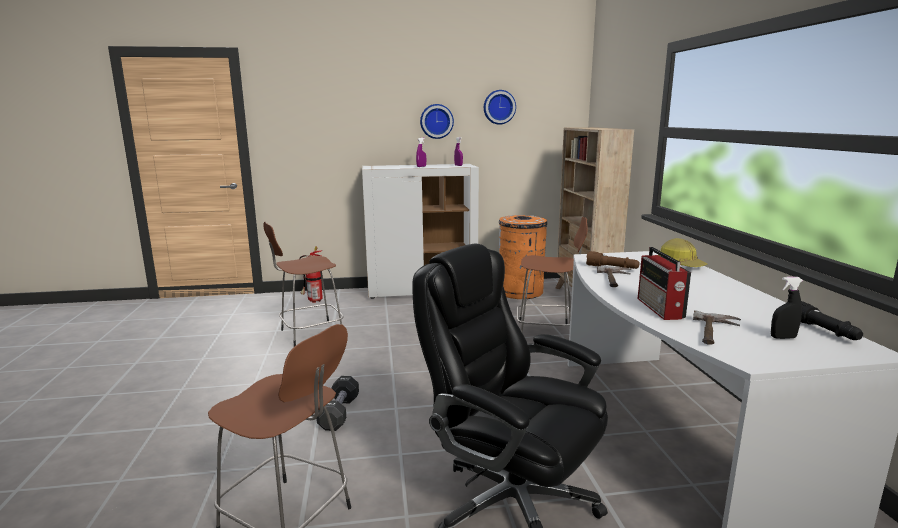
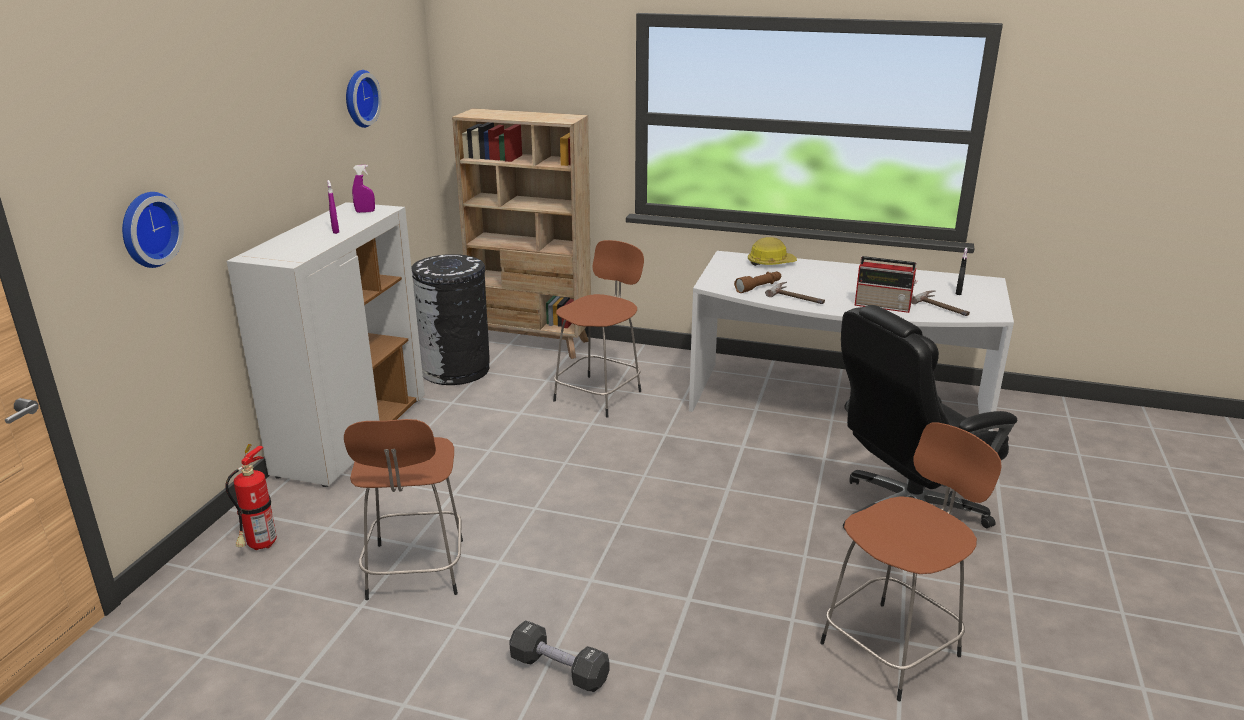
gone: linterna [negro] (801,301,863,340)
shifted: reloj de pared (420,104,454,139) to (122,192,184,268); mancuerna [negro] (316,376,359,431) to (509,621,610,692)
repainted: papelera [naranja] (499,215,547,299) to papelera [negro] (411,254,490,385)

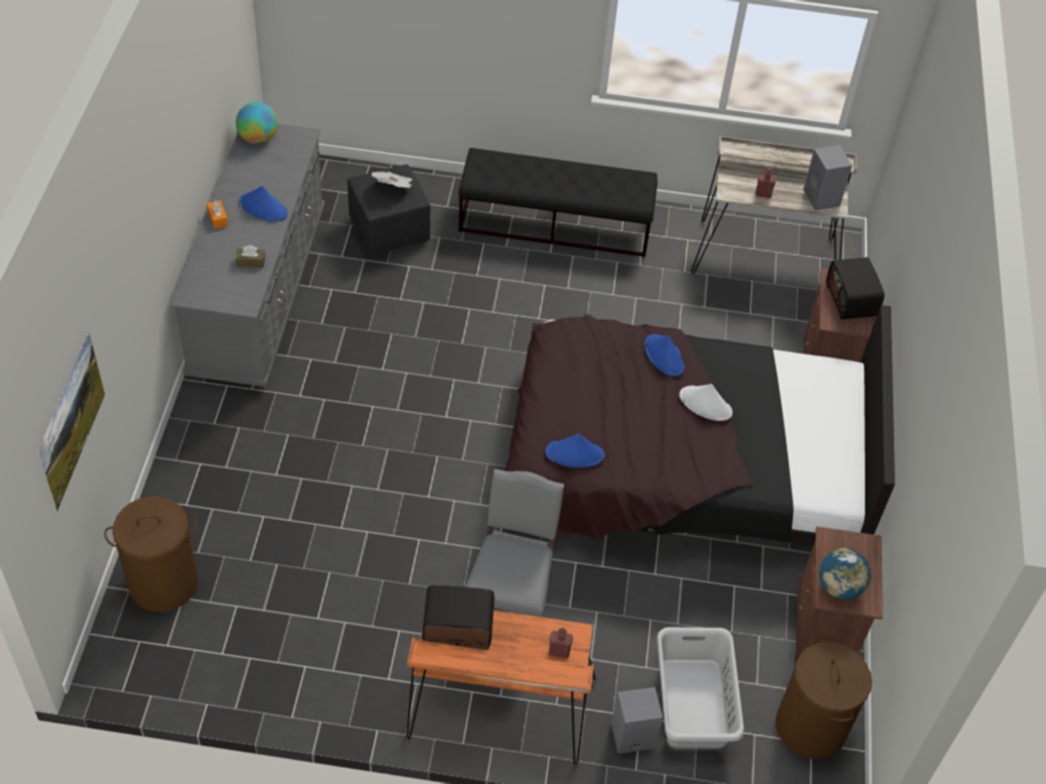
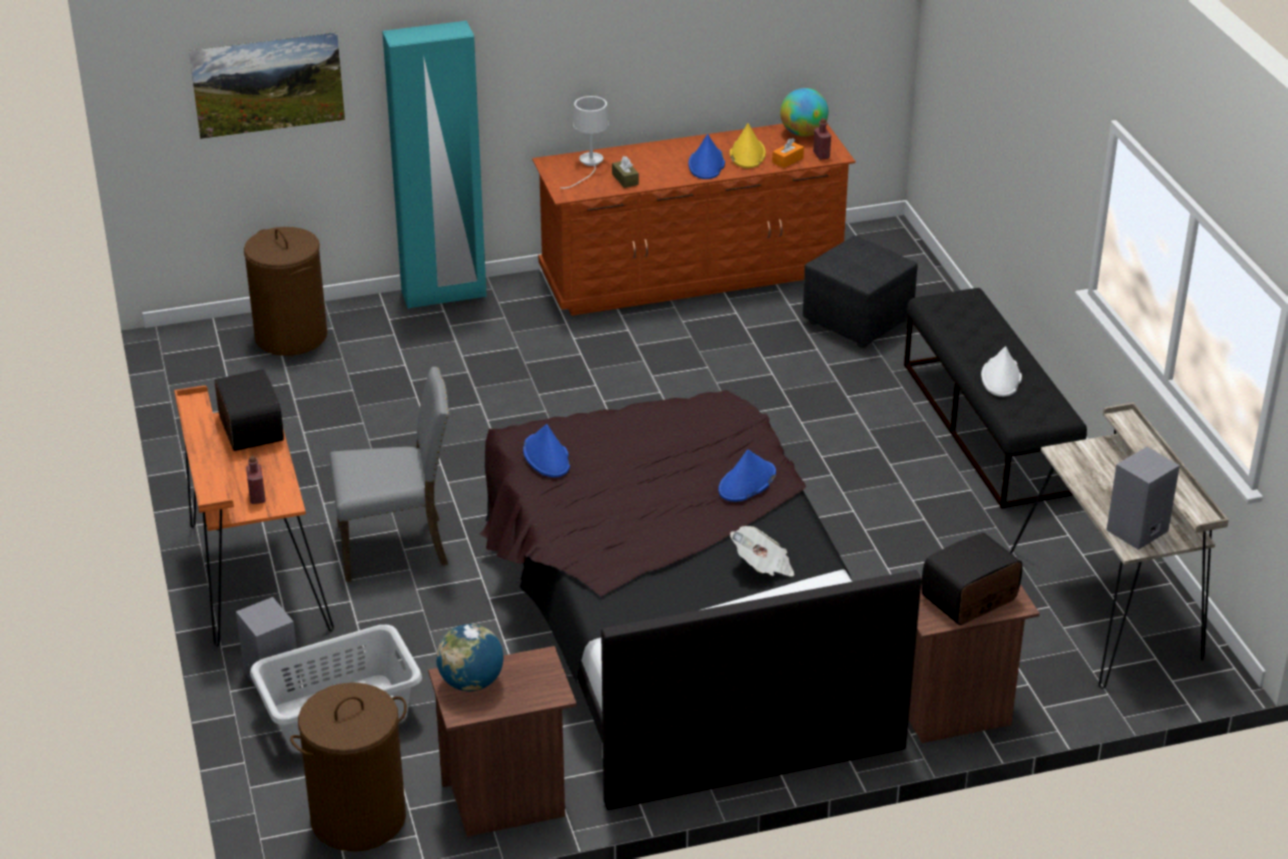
new: armario ropero [turquesa] (382,21,487,309); lámpara de mesa [blanco] (561,96,609,189); sombrero [amarillo] (730,123,766,168)
shifted: periódico (372,172,413,188) to (730,526,795,576); caja de pañuelos [naranja] (207,200,228,229) to (772,138,804,168); botella [rojo] (756,168,776,198) to (813,118,831,160); sombrero [blanco] (679,384,733,421) to (981,346,1022,397)
repainted: cómoda [gris] (171,124,325,387) to cómoda [marrón] (532,124,856,316)

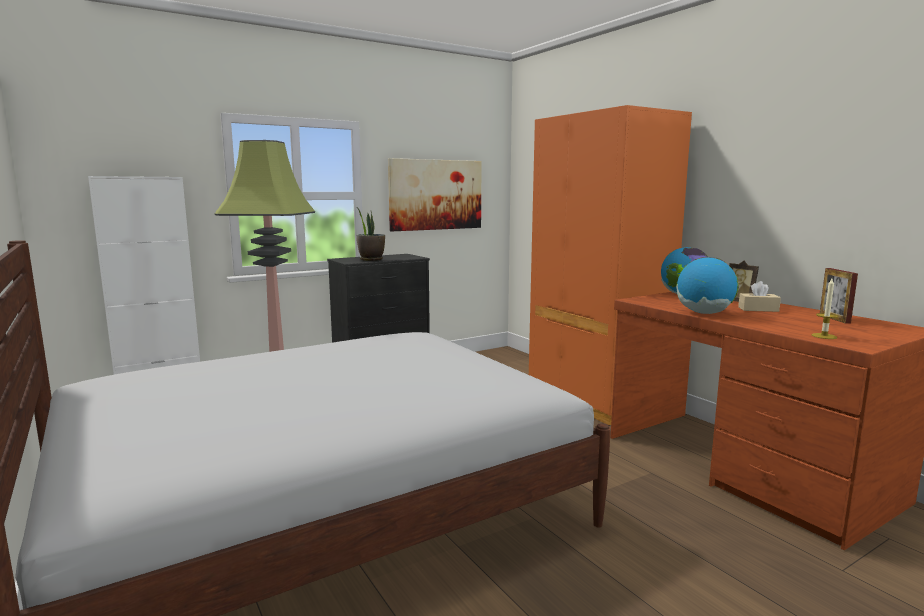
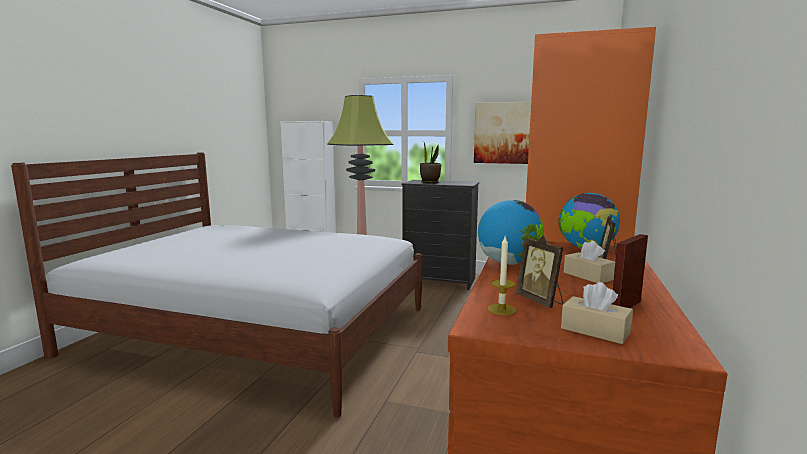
new: portarretratos (516,235,563,308); caja de pañuelos [beis] (561,282,633,344)

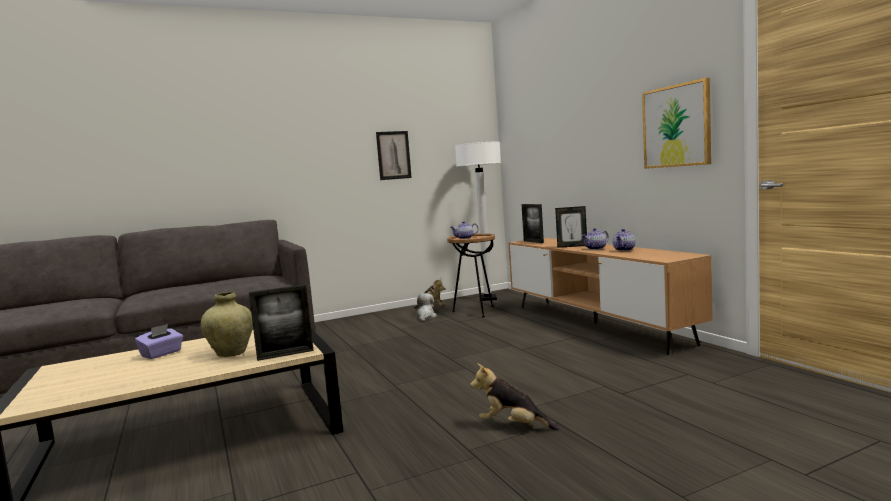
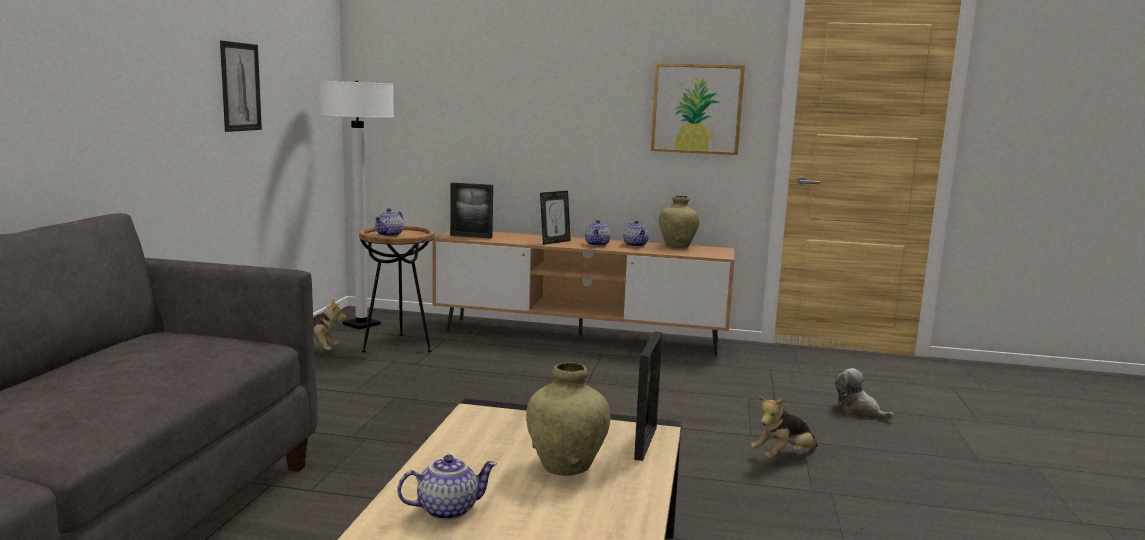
new: florero [beis] (659,196,699,248)
shifted: peluche (414,293,437,322) to (833,368,894,421)
swapped: caja de pañuelos [morado] (135,324,183,359) to tetera (397,455,497,520)

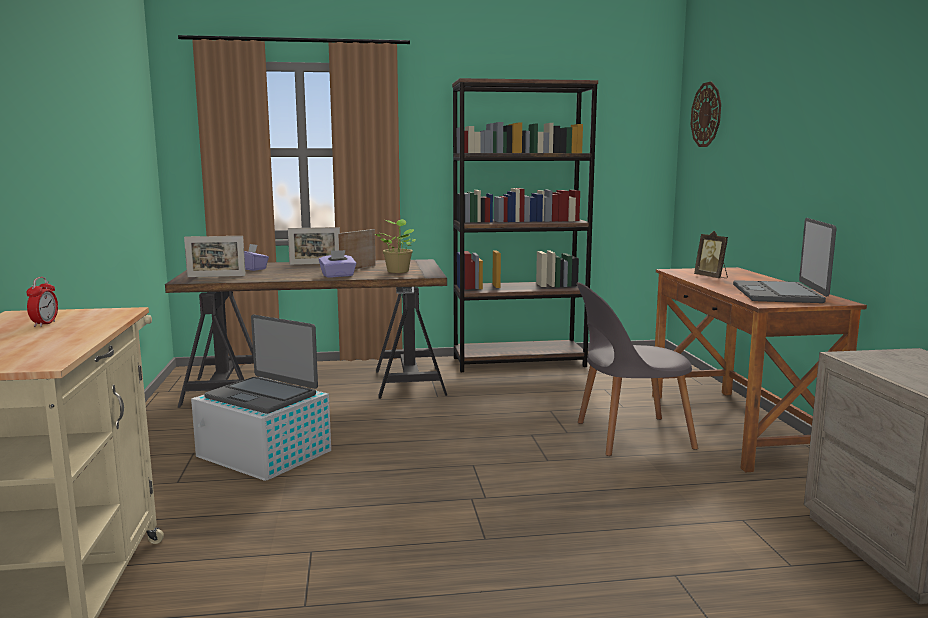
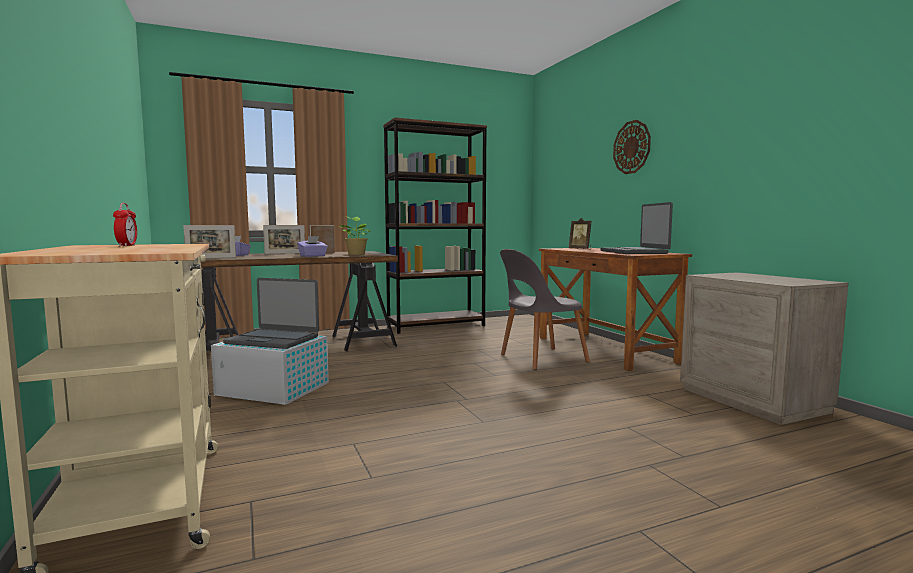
shifted: reloj de pared (691,82,721,147) to (613,120,651,174)

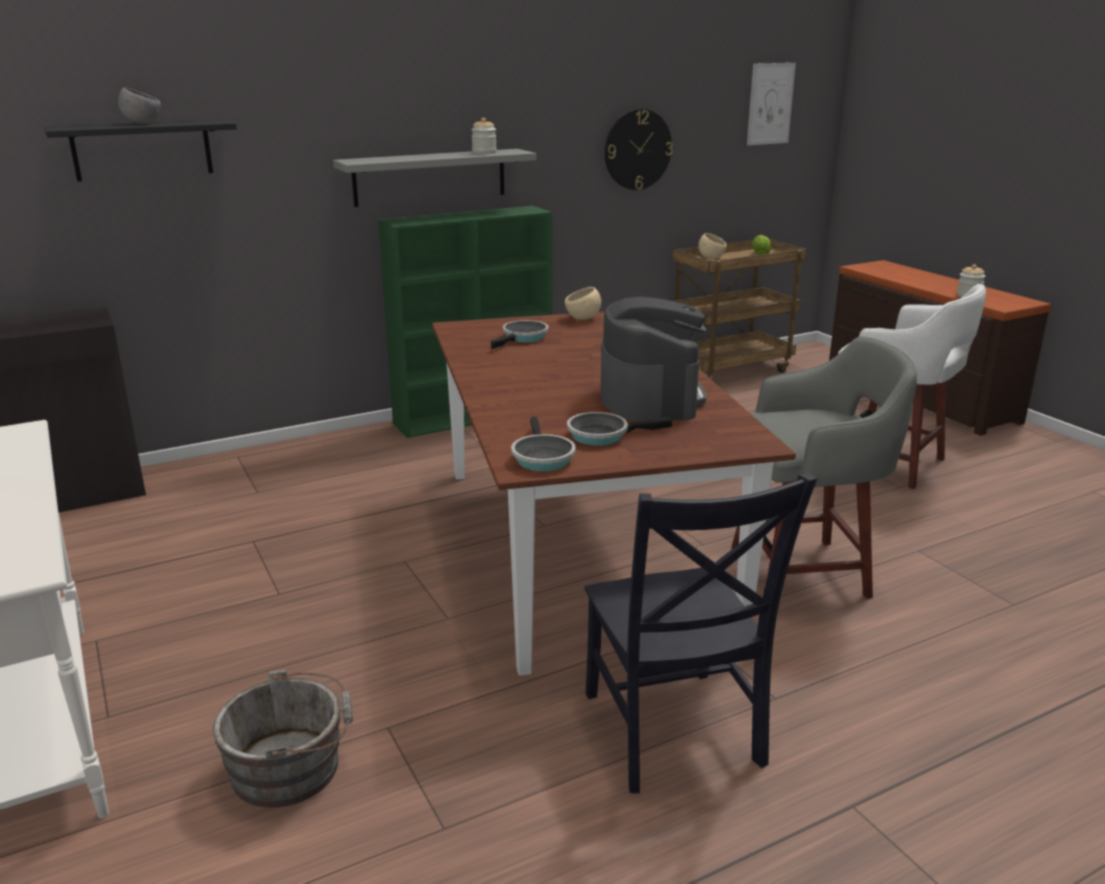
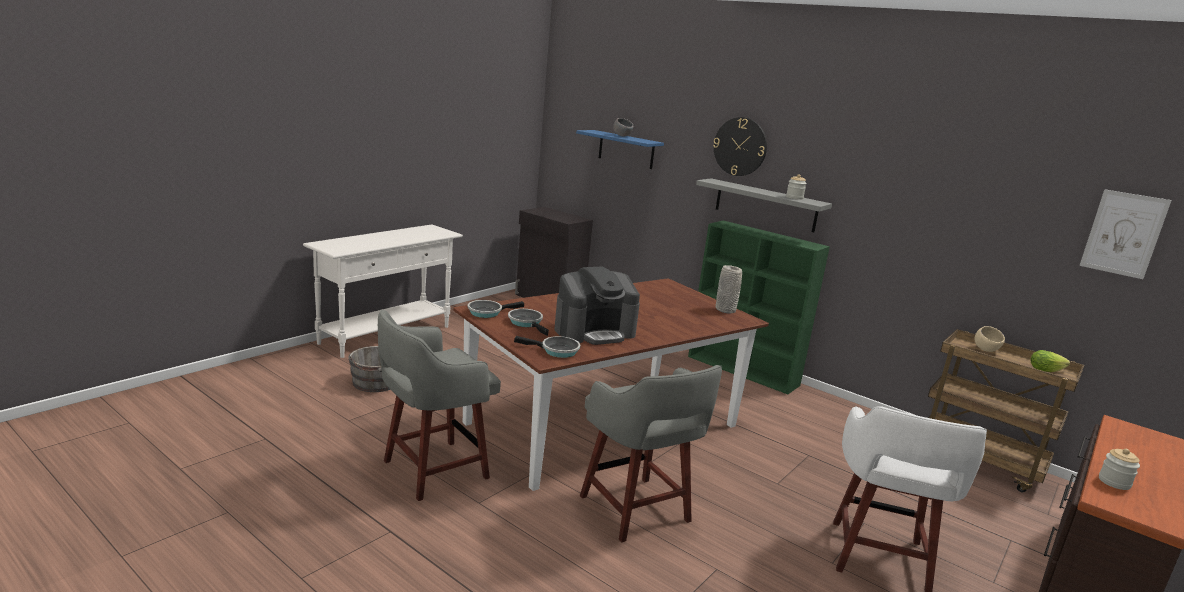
shifted: sartén (491,320,549,349) to (514,336,580,358); reloj de pared (605,109,673,190) to (713,117,767,176)
swapped: silla [negro] (585,473,817,793) to taburete [gris] (378,310,501,501); cuenco [beis] (565,287,601,320) to florero [gris] (716,265,742,314)
repainted: estante [negro] (44,119,237,182) to estante [azul] (576,130,664,169)

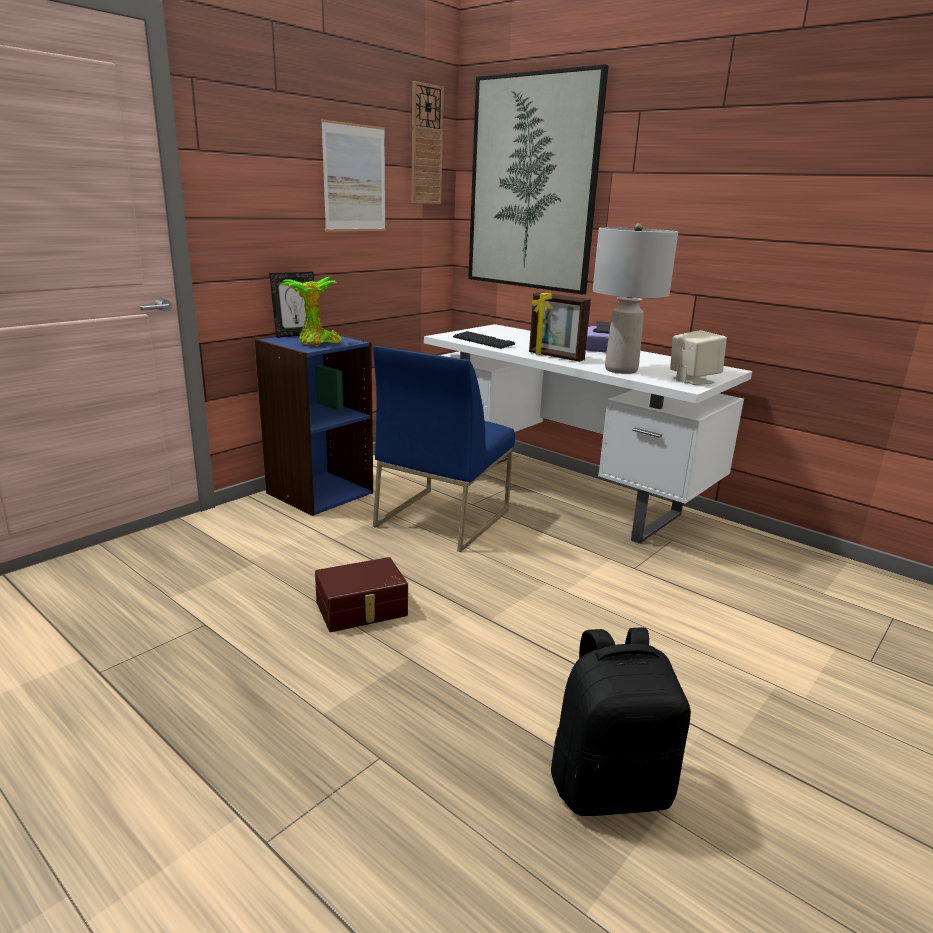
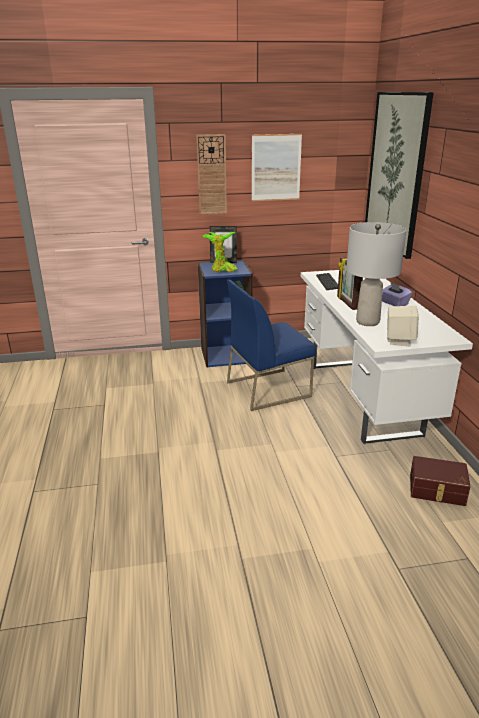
gone: mochila [negro] (551,627,691,816)
shifted: reloj de pared (412,81,444,204) to (196,134,227,214); caja de almacenaje [marrón] (315,557,408,632) to (410,456,471,506)

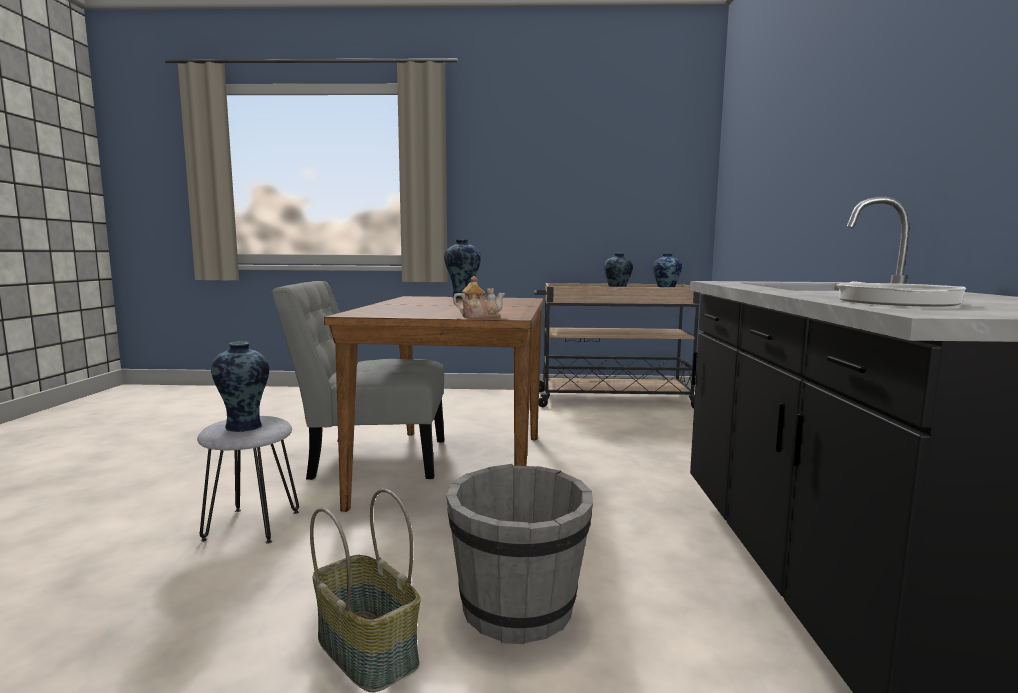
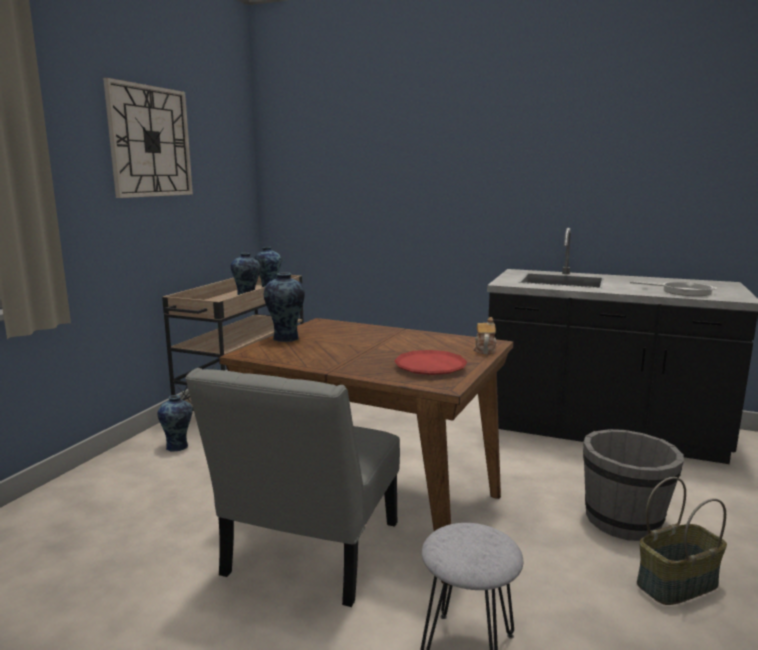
new: reloj de pared (103,78,193,198); plato [rojo] (394,350,467,375)
shifted: florero (211,341,269,432) to (157,395,193,452)

